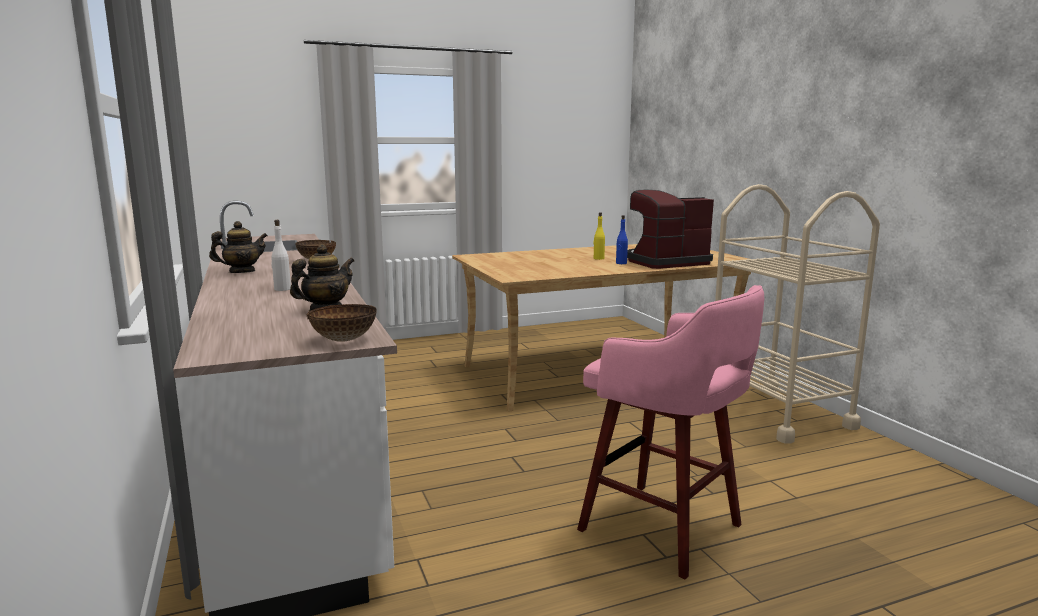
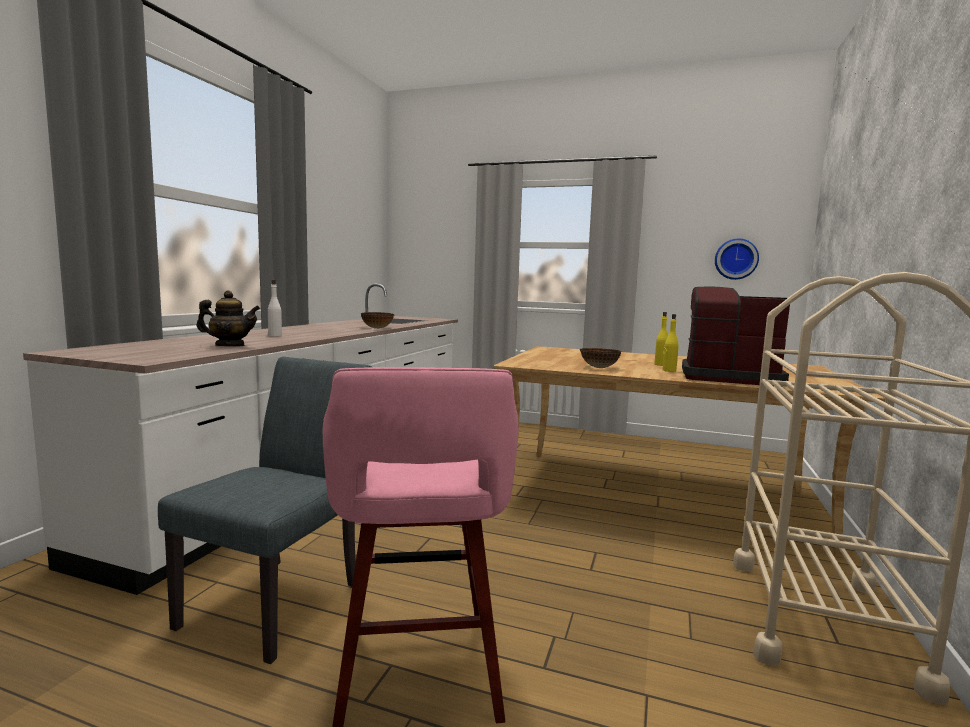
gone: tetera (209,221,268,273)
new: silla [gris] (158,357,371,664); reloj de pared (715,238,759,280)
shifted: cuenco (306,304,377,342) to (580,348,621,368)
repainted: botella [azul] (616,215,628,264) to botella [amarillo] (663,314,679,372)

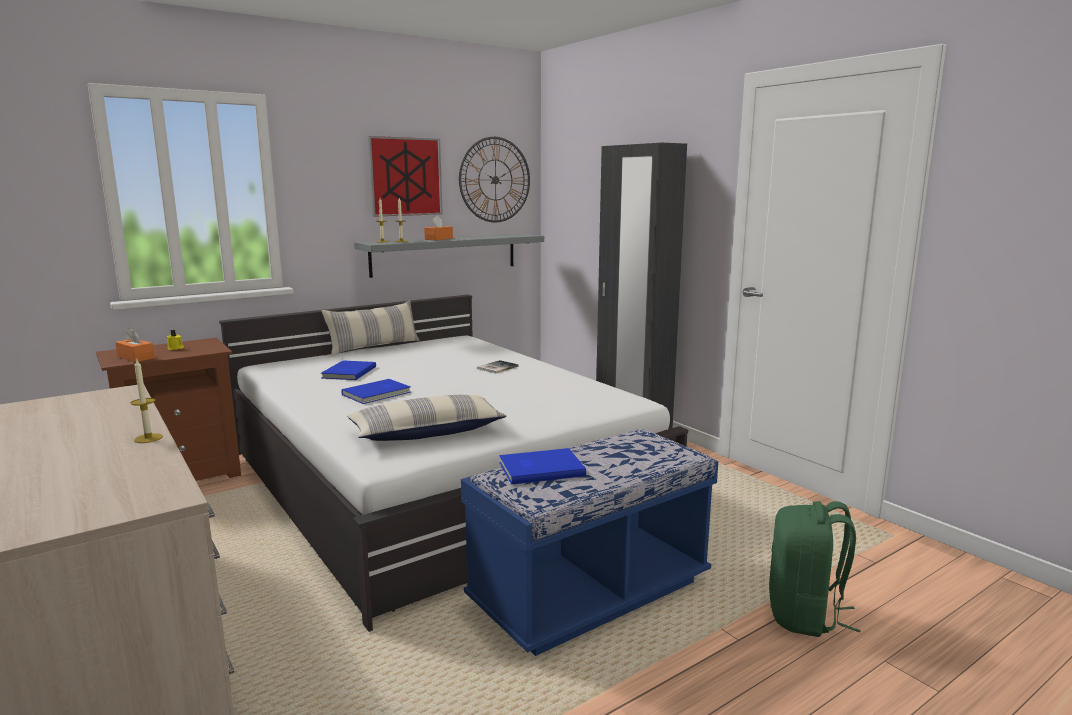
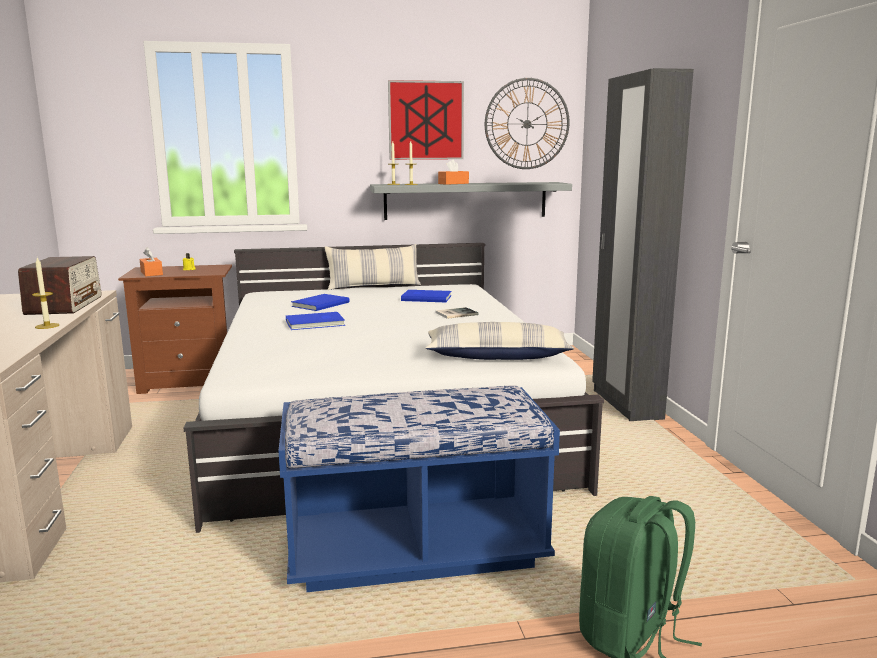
new: radio (18,256,101,315)
shifted: libro [azul] (499,448,586,485) to (401,290,452,302); cojín (347,395,507,441) to (426,322,574,360)

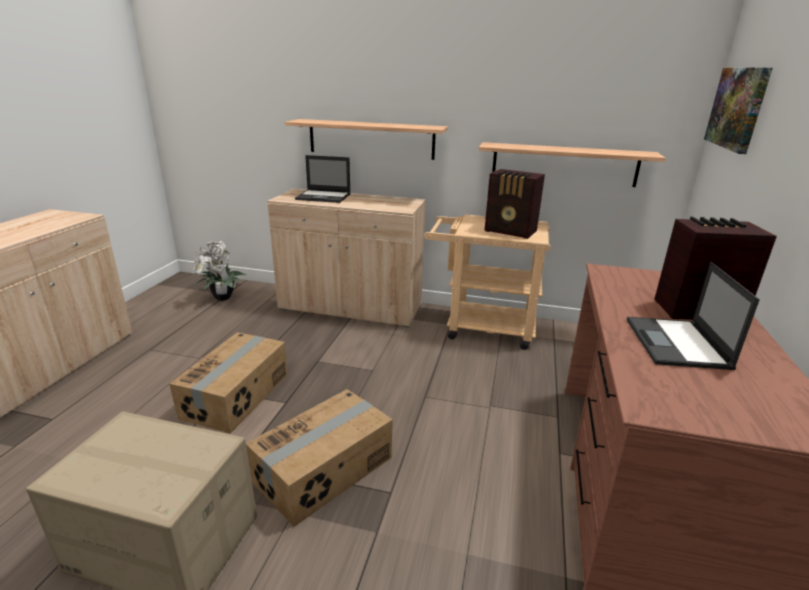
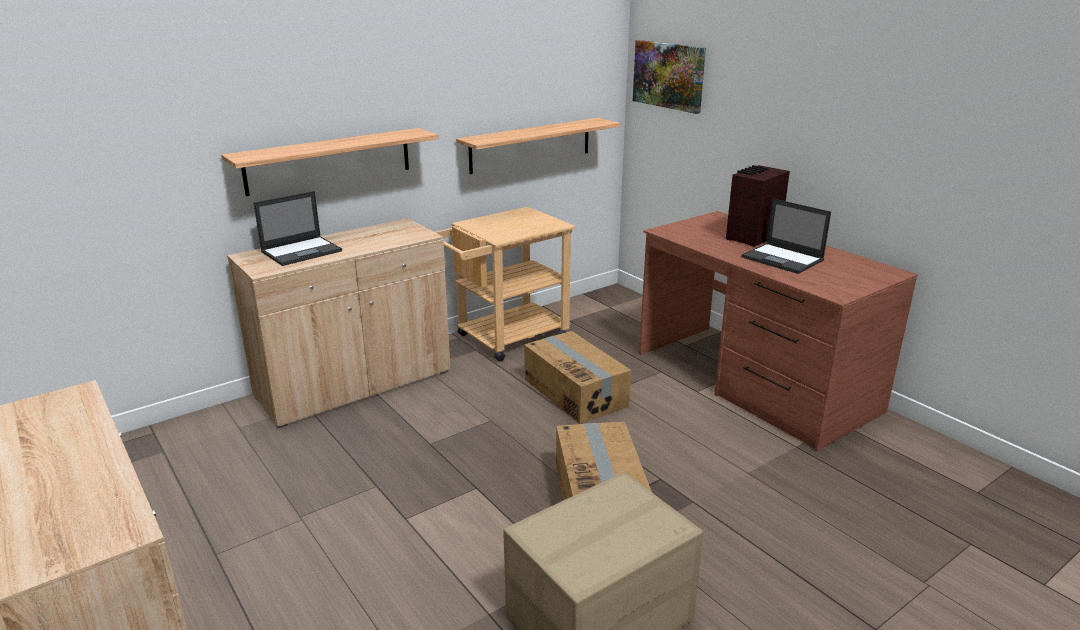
gone: planta en maceta (193,240,247,301); radio (485,169,545,239)
shifted: caja de cartón (169,332,287,434) to (524,331,632,424)

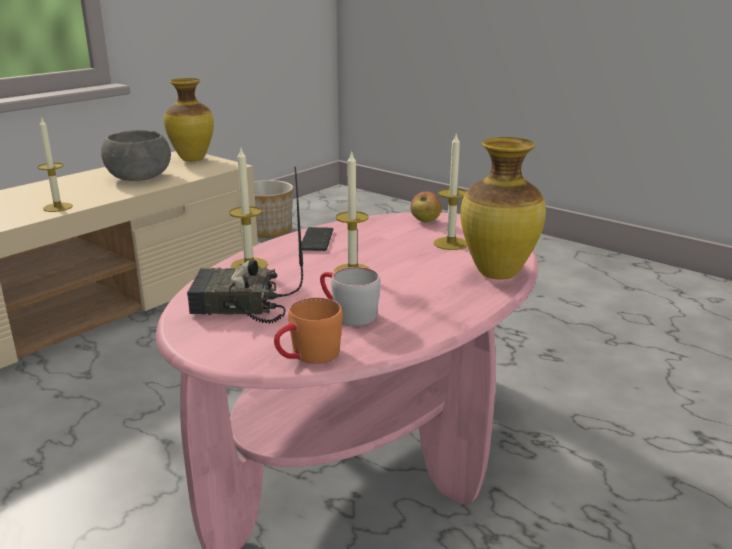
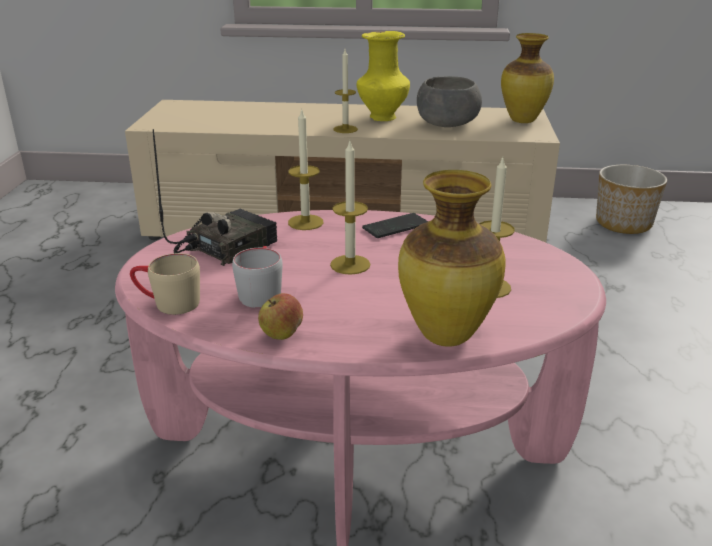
new: florero [amarillo] (357,31,410,121)
shifted: manzana (410,191,441,222) to (258,293,303,340)
repainted: taza grande [naranja] (274,298,343,364) to taza grande [beis] (130,253,200,315)
rotated: radio (187,166,303,324) = (153,129,277,266) 75 degrees clockwise

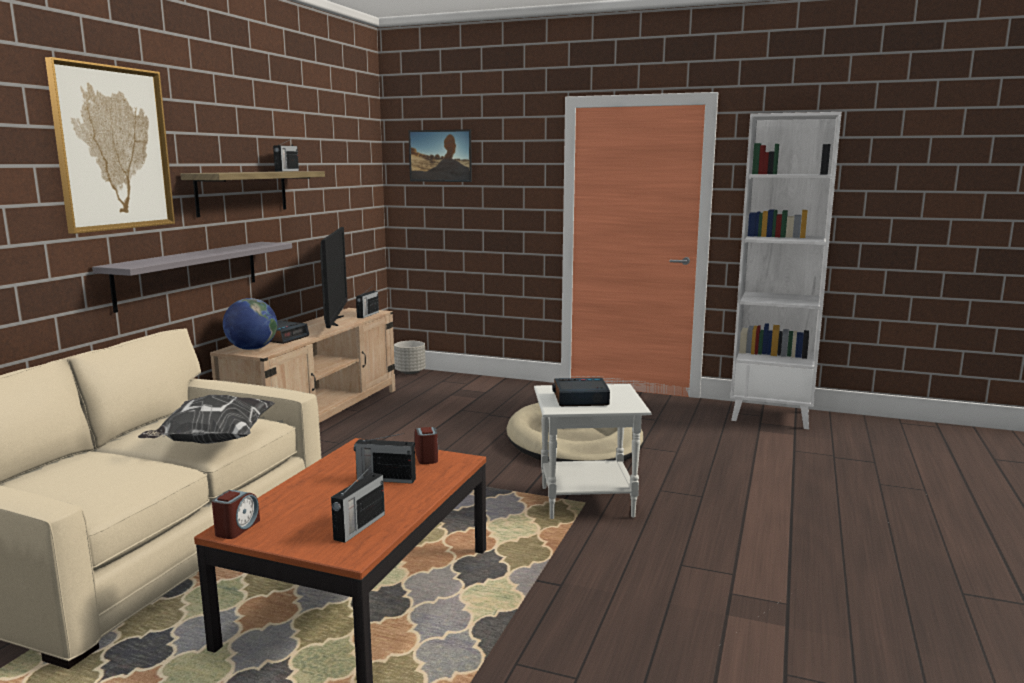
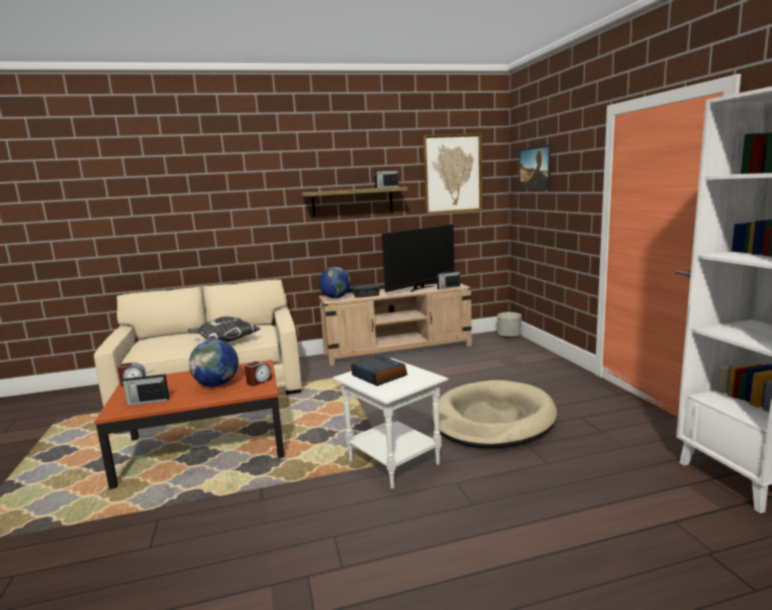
gone: estante [gris] (92,242,292,313)
shifted: cuadro (45,57,175,234) to (423,133,482,214)
swapped: radio (354,433,416,484) to globo terráqueo (189,339,238,387)

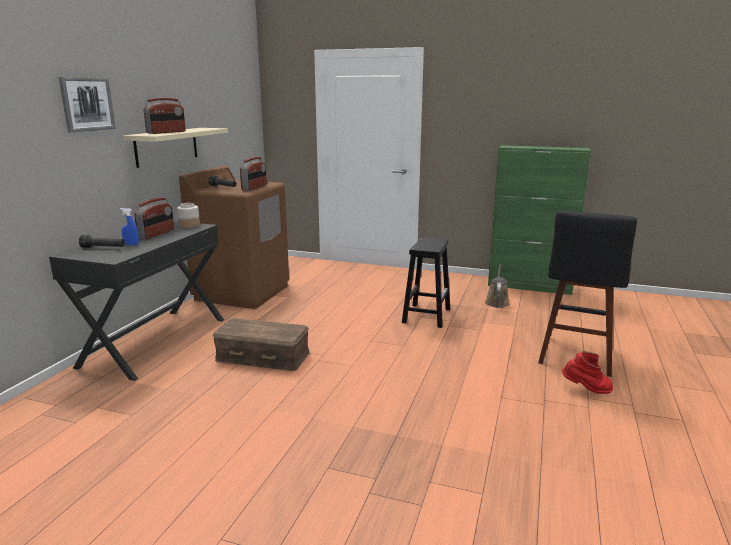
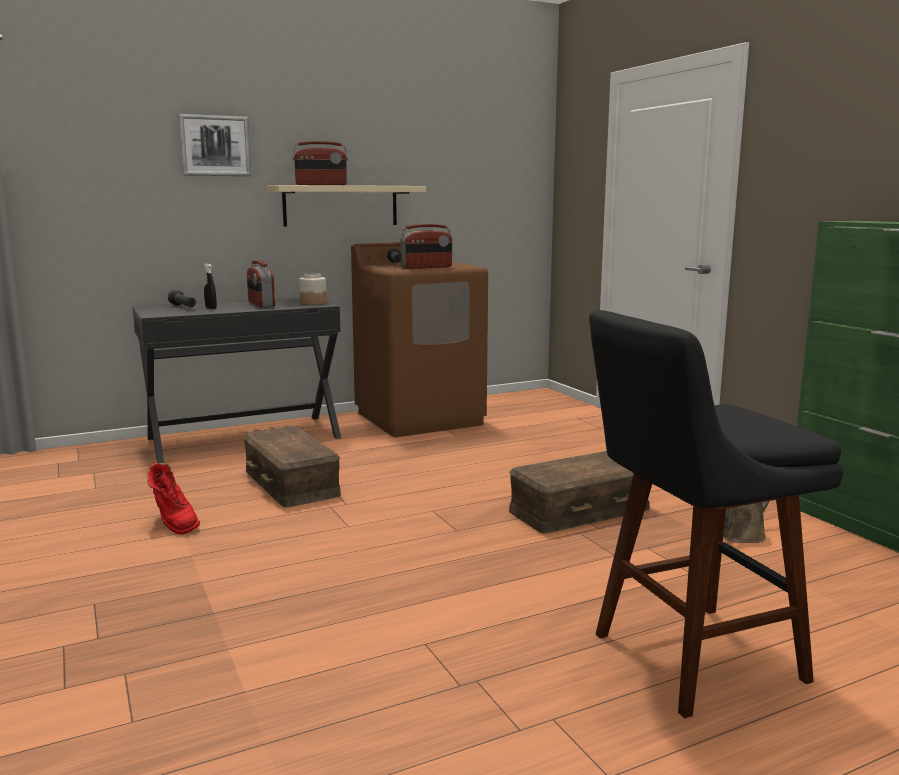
shifted: bota [rojo] (562,351,613,394) to (146,462,200,535)
swapped: taburete [negro] (402,237,450,328) to caja de almacenaje [marrón] (509,451,650,533)
repainted: pulverizador [azul] (120,208,139,245) to pulverizador [negro] (204,263,217,309)
rotated: radio (134,197,174,239) = (247,260,275,308) 90 degrees clockwise

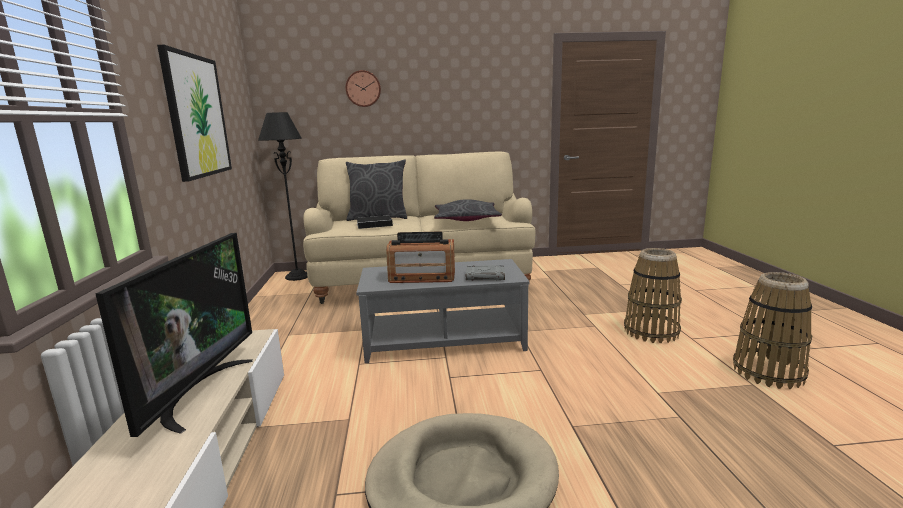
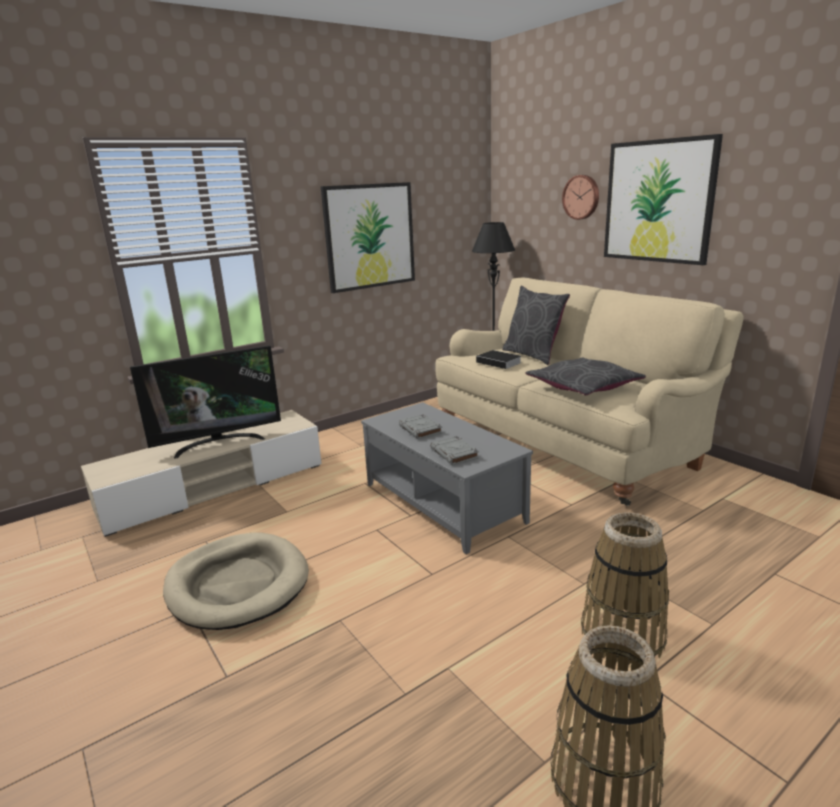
new: cuadro (604,134,723,265)
swapped: radio (386,231,455,283) to libro [gris] (399,415,442,439)

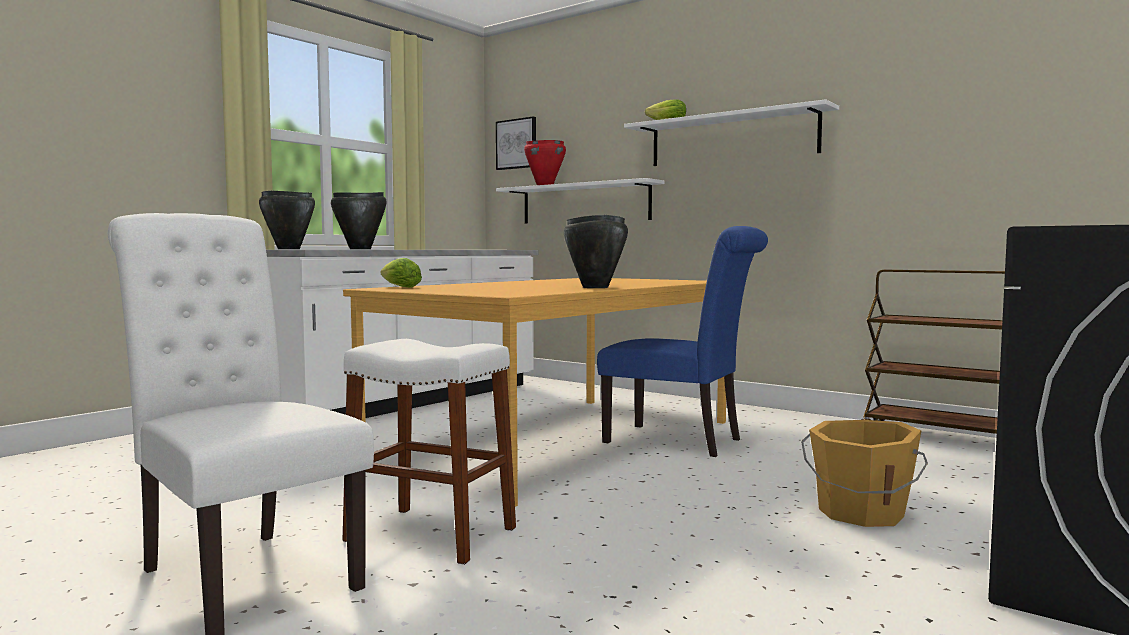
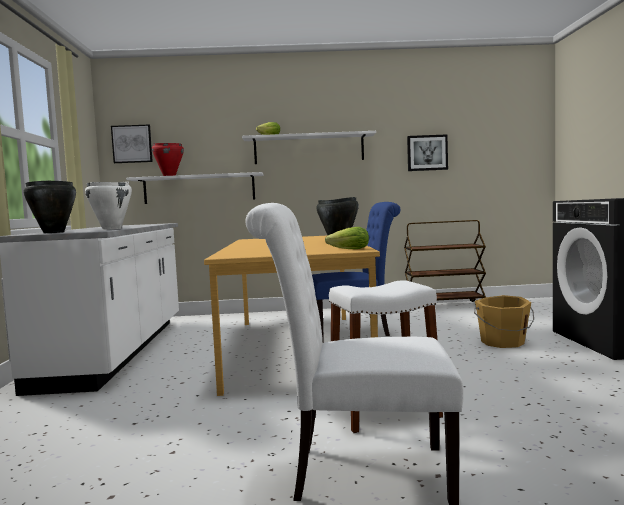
new: cuadro (407,134,448,171)
shifted: lechuga (380,258,422,288) to (325,227,369,249)
repainted: olla [negro] (331,192,387,249) to olla [blanco] (85,182,132,230)

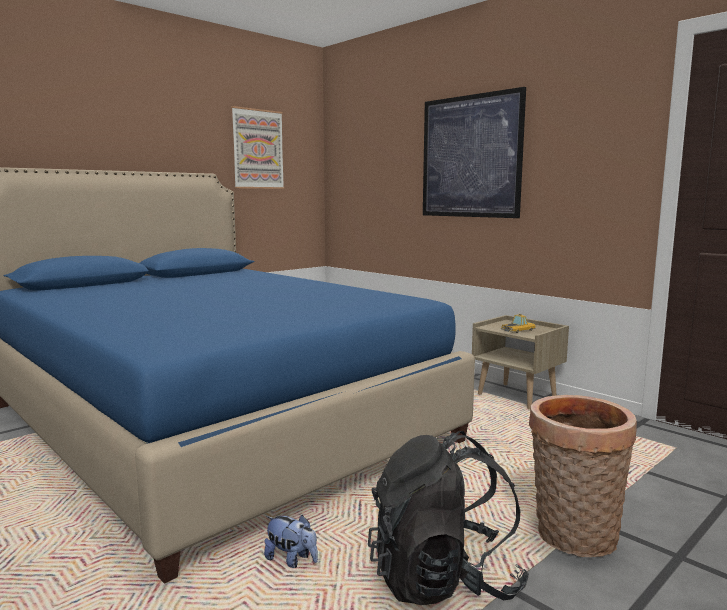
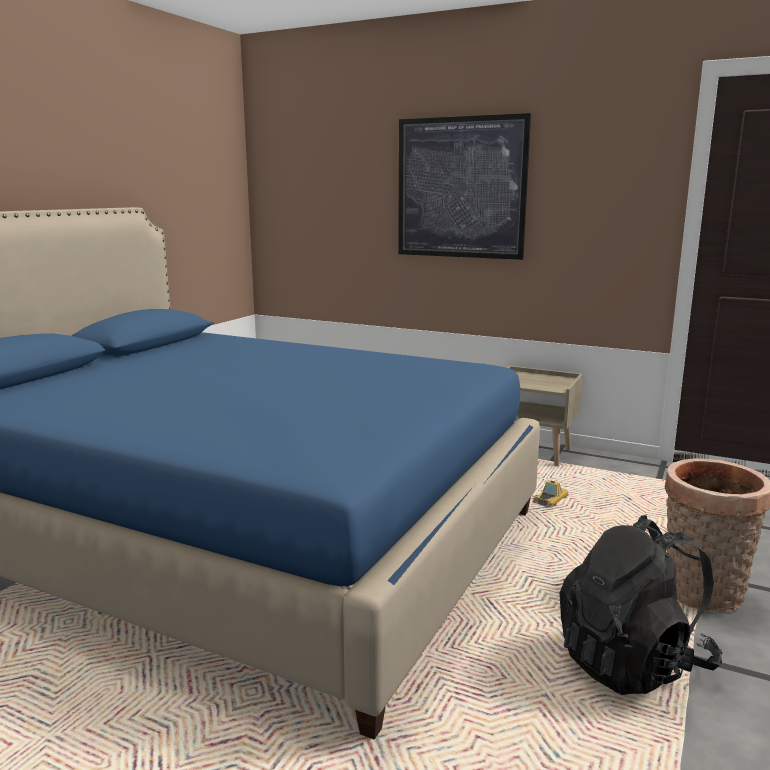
gone: cuadro (231,106,284,189); peluche (264,514,318,568)
shifted: coche de juguete (501,314,536,333) to (533,480,569,508)

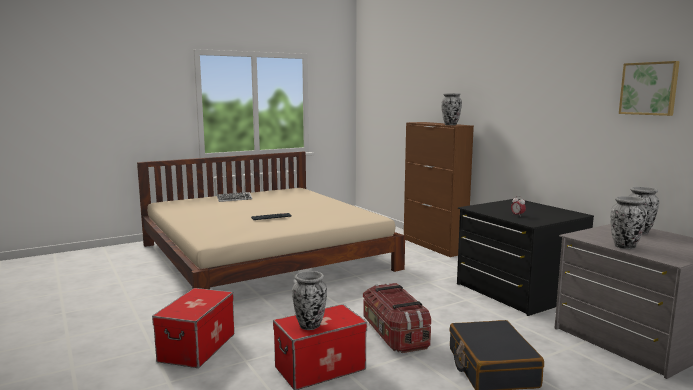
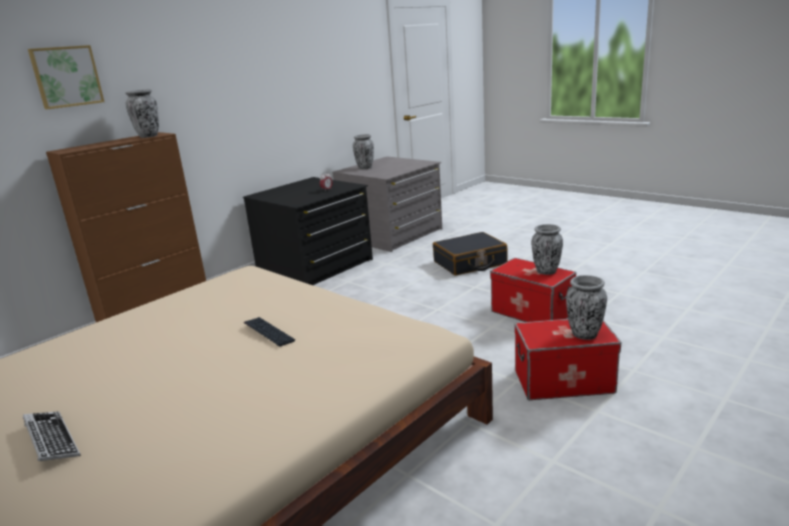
gone: caja de almacenaje (363,283,431,353)
shifted: cuadro (619,61,680,116) to (28,45,104,109); florero (611,196,647,249) to (566,275,607,340)

